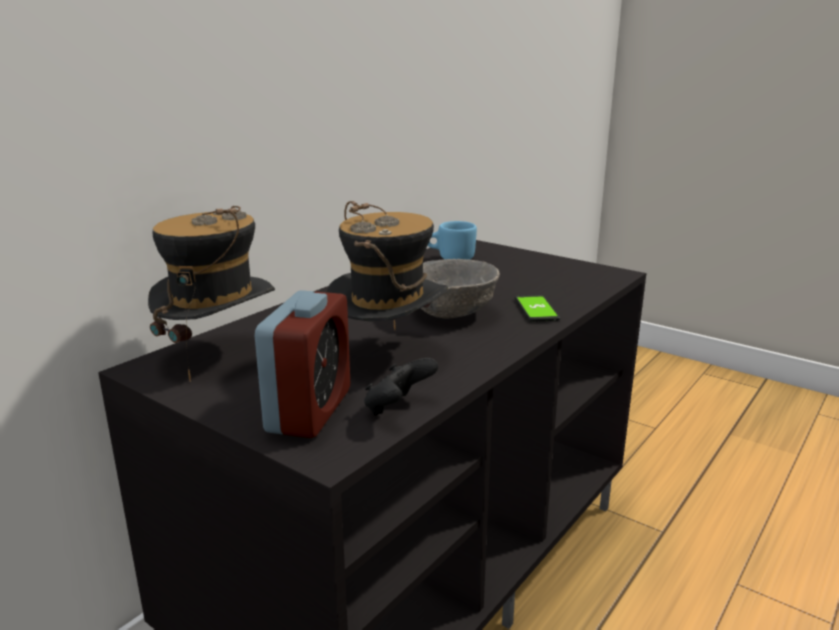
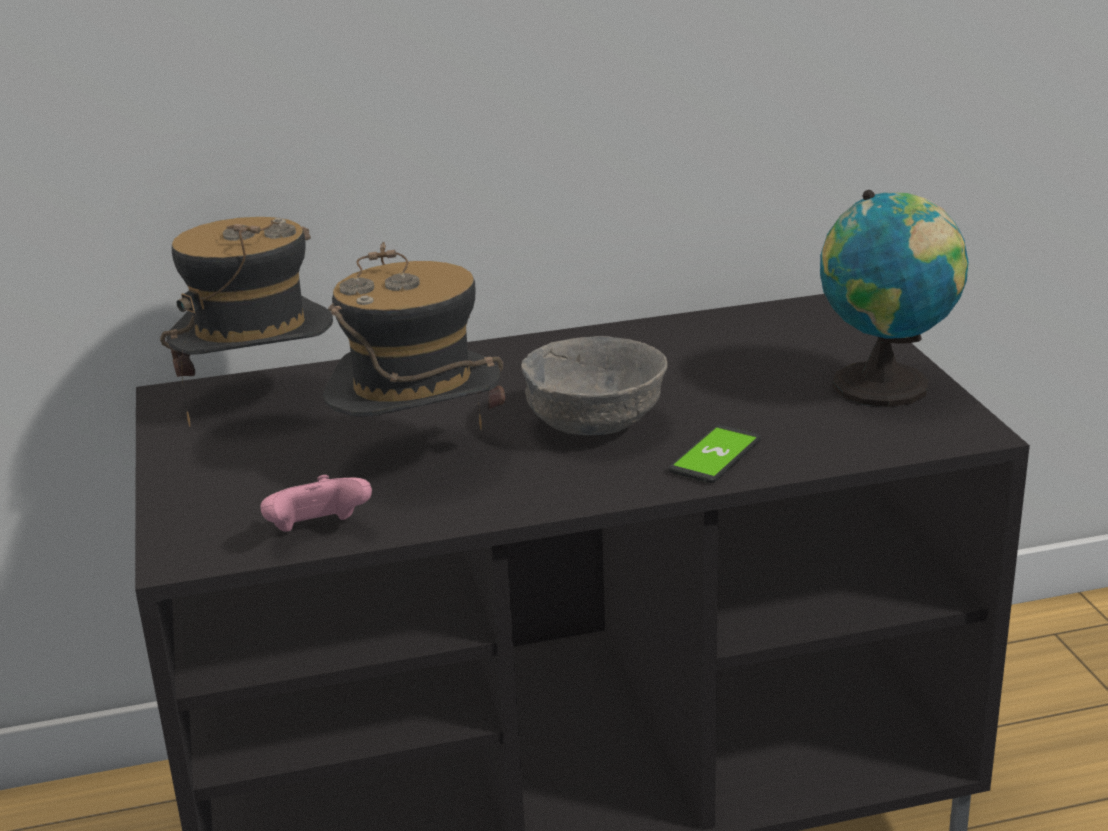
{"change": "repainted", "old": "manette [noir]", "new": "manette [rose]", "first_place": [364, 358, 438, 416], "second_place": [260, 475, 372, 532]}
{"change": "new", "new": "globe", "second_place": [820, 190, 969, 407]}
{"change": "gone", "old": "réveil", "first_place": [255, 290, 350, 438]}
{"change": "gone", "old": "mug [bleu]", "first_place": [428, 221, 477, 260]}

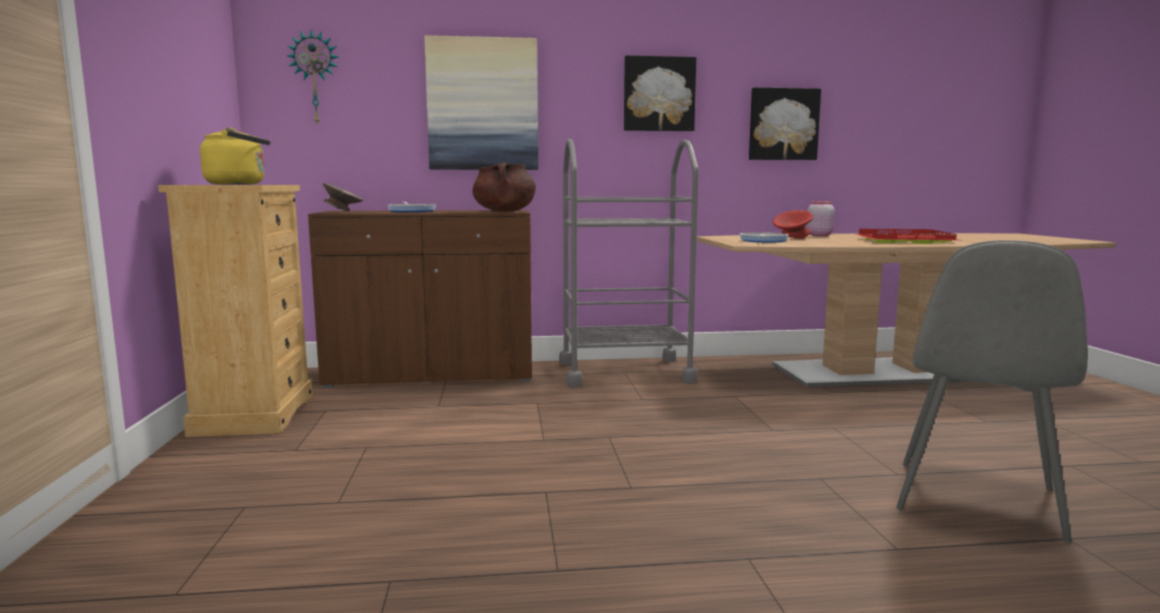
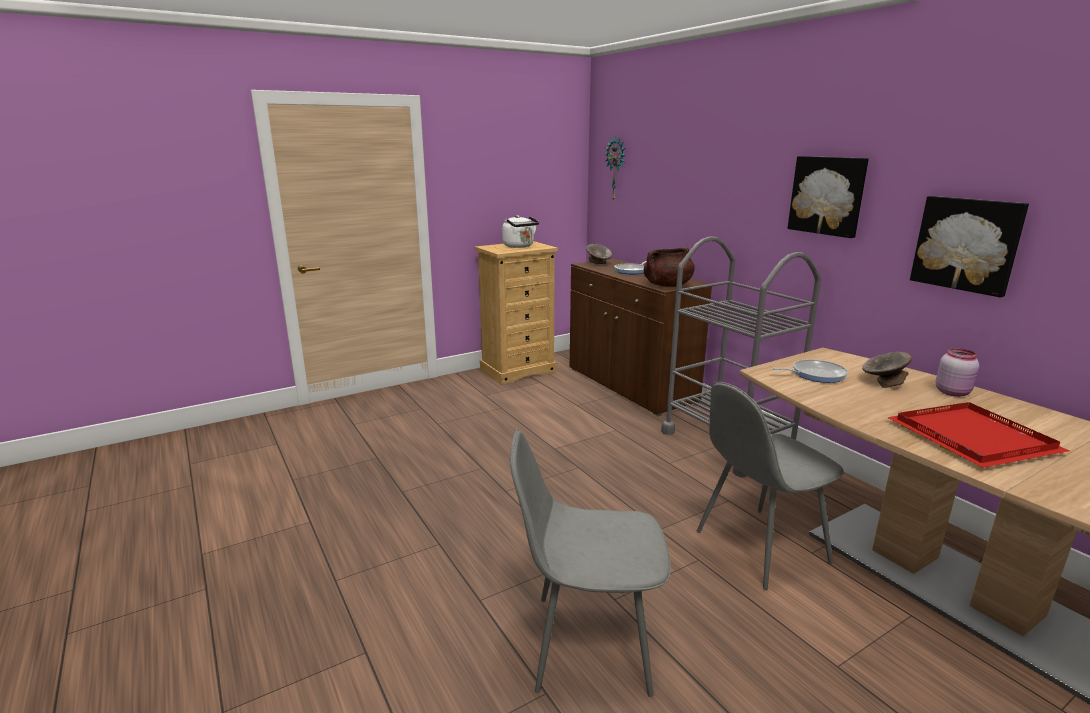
{"change": "repainted", "old": "bouilloire [jaune]", "new": "bouilloire [blanc]", "first_place": [200, 128, 270, 185], "second_place": [502, 215, 539, 248]}
{"change": "new", "new": "chaise [gris]", "second_place": [697, 382, 844, 590]}
{"change": "repainted", "old": "bol [rouge]", "new": "bol [gris]", "first_place": [773, 210, 813, 239], "second_place": [862, 352, 912, 388]}
{"change": "gone", "old": "tableau", "first_place": [424, 35, 538, 170]}

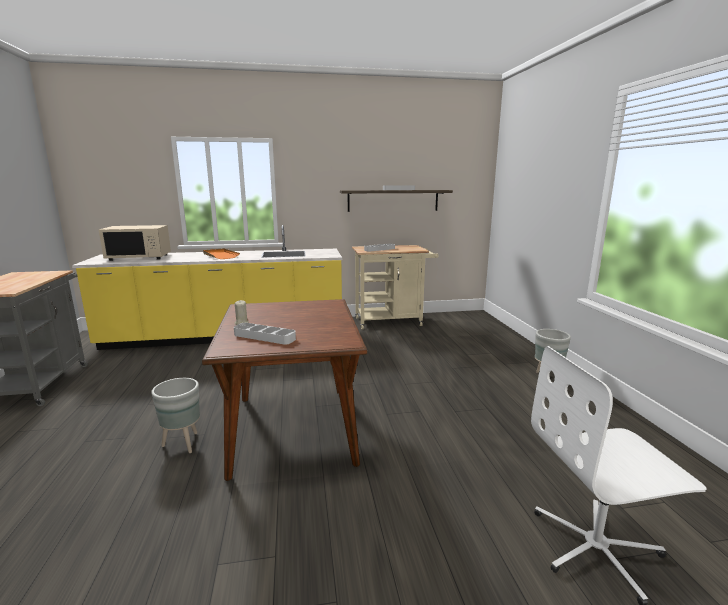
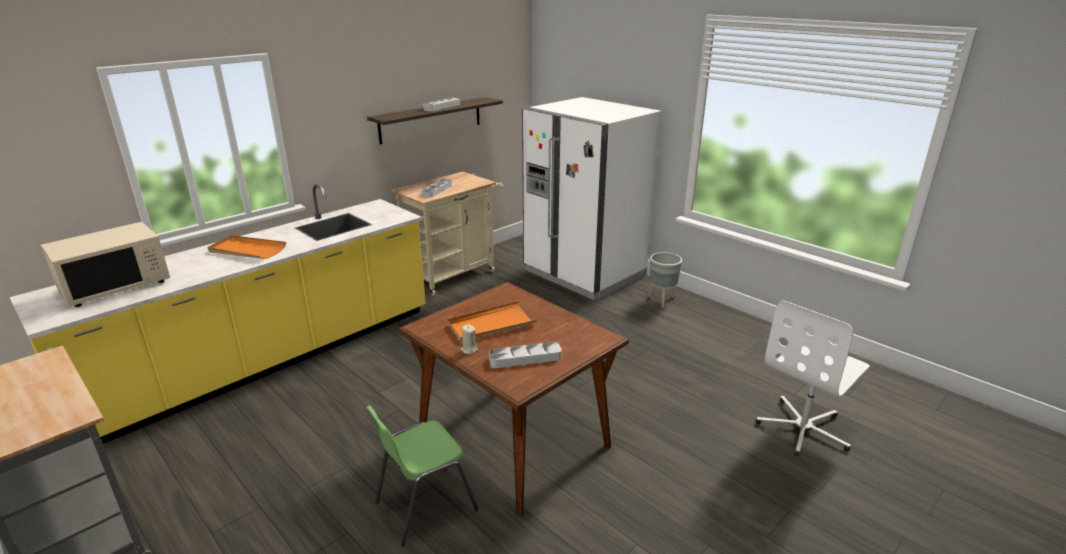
{"change": "swapped", "old": "cache-pot [gris]", "new": "chaise [vert]", "first_place": [151, 378, 200, 453], "second_place": [366, 405, 479, 547]}
{"change": "new", "new": "plateau [orange]", "second_place": [448, 301, 537, 343]}
{"change": "new", "new": "réfrigérateur [blanc]", "second_place": [522, 97, 661, 300]}

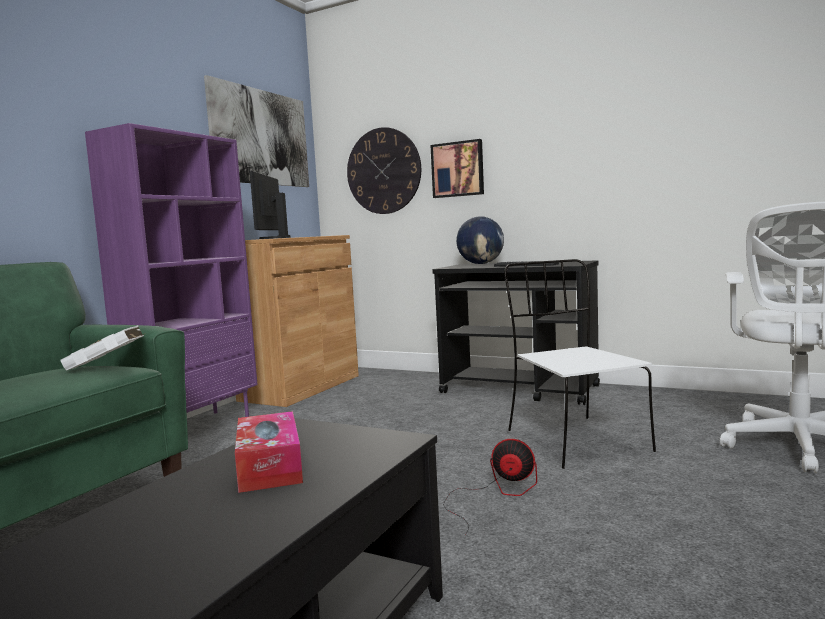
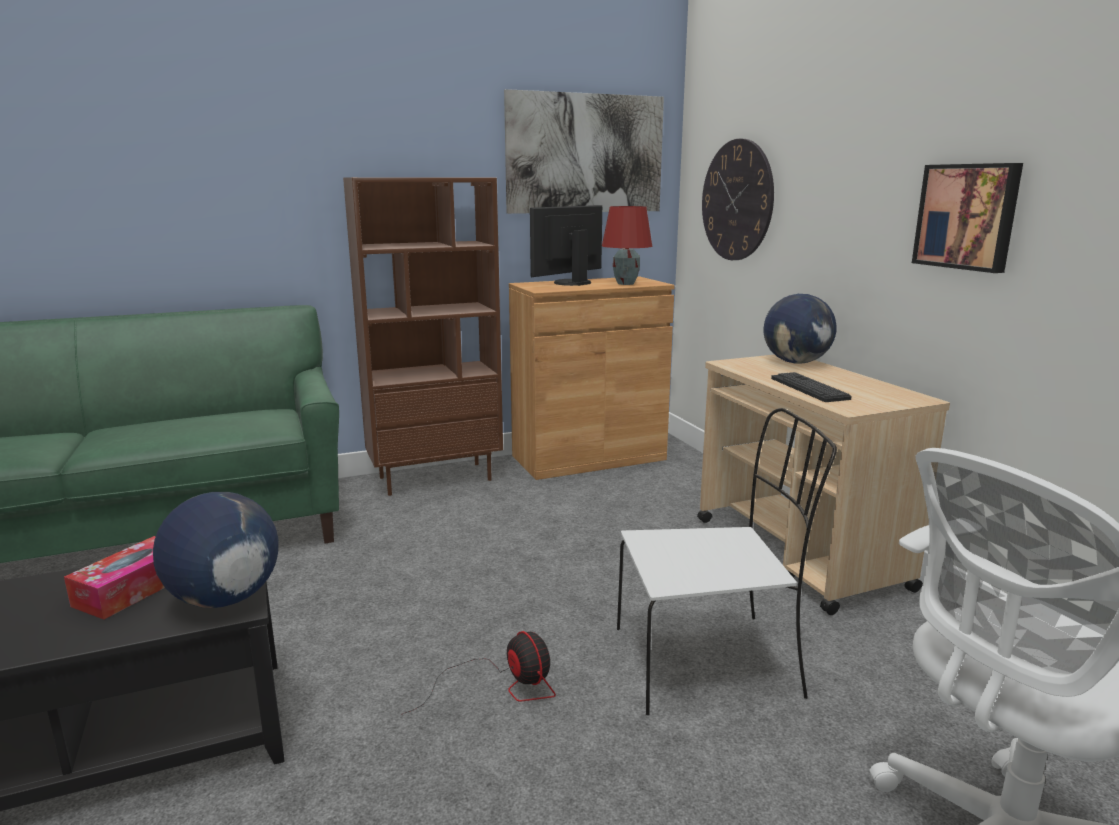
{"change": "new", "new": "globe", "second_place": [153, 492, 279, 608]}
{"change": "repainted", "old": "bibliothèque [violet]", "new": "bibliothèque [marron]", "first_place": [85, 123, 258, 417], "second_place": [343, 177, 503, 496]}
{"change": "new", "new": "lampe de table [rouge]", "second_place": [602, 206, 652, 285]}
{"change": "rotated", "old": "chaise [blanc]", "first_place": [504, 259, 656, 469], "second_place": [617, 408, 837, 715], "degrees": 60}
{"change": "repainted", "old": "chariot [noir]", "new": "chariot [beige]", "first_place": [432, 260, 600, 405], "second_place": [697, 354, 950, 615]}
{"change": "shifted", "old": "tableau", "first_place": [430, 139, 484, 198], "second_place": [912, 163, 1023, 273]}
{"change": "gone", "old": "livre [blanc]", "first_place": [60, 325, 144, 371]}

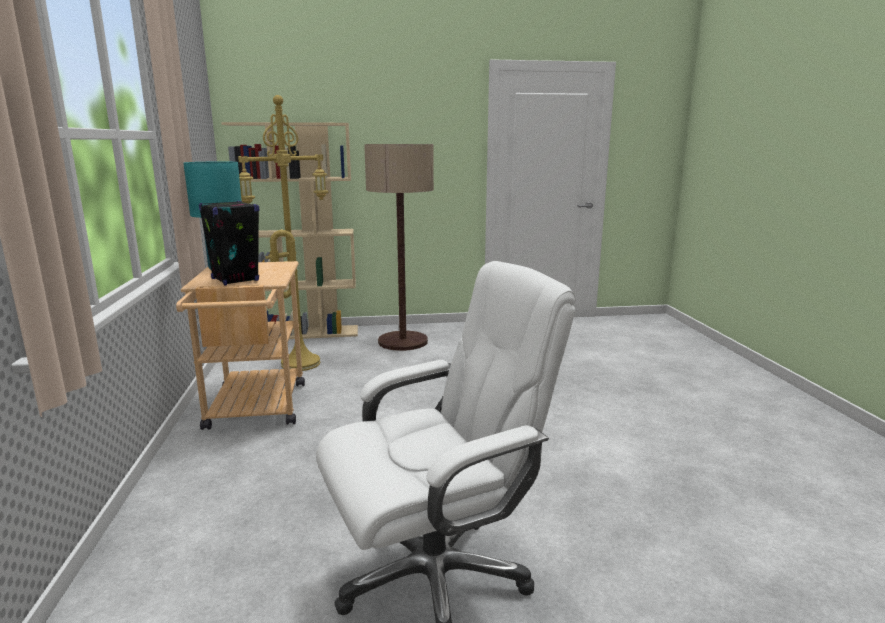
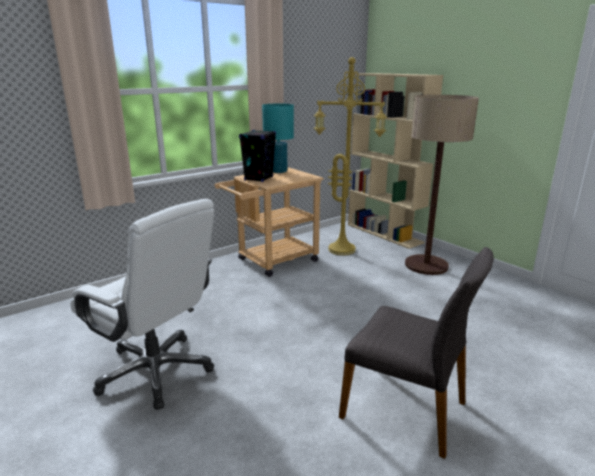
{"change": "new", "new": "chaise [gris]", "second_place": [339, 247, 494, 459]}

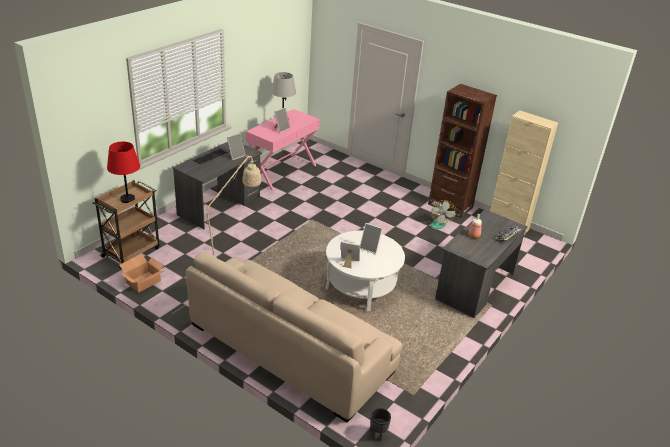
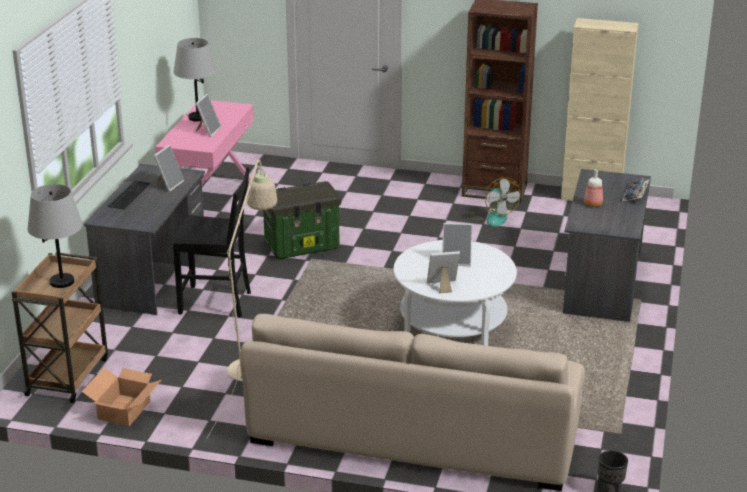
{"change": "repainted", "old": "lampe de table [rouge]", "new": "lampe de table [gris]", "first_place": [107, 142, 140, 203], "second_place": [27, 184, 83, 288]}
{"change": "new", "new": "chaise [noir]", "second_place": [173, 167, 251, 317]}
{"change": "new", "new": "boîte de rangement", "second_place": [263, 181, 341, 259]}

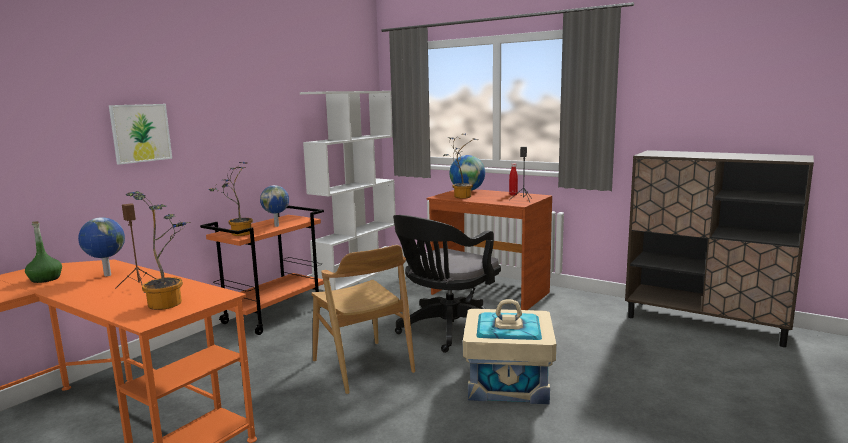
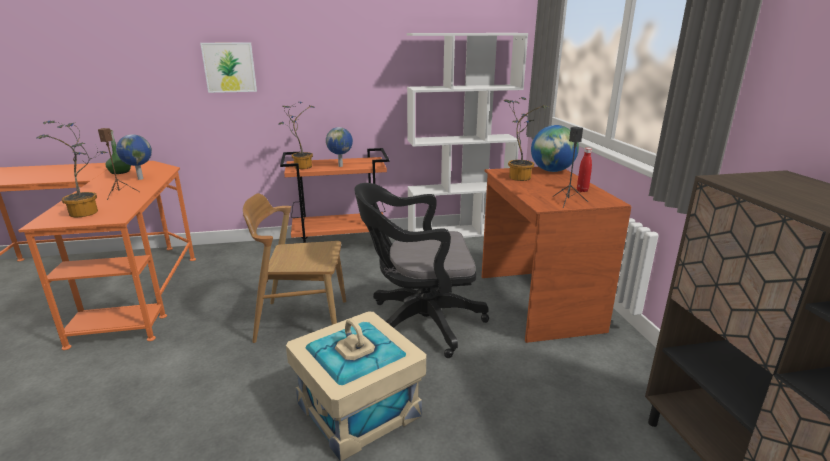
{"change": "rotated", "old": "chaise [marron]", "first_place": [312, 245, 415, 394], "second_place": [243, 193, 346, 343], "degrees": 75}

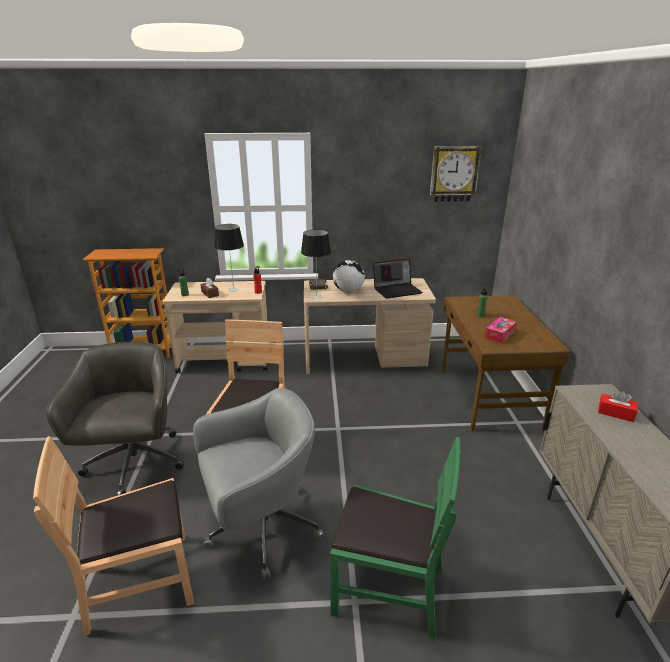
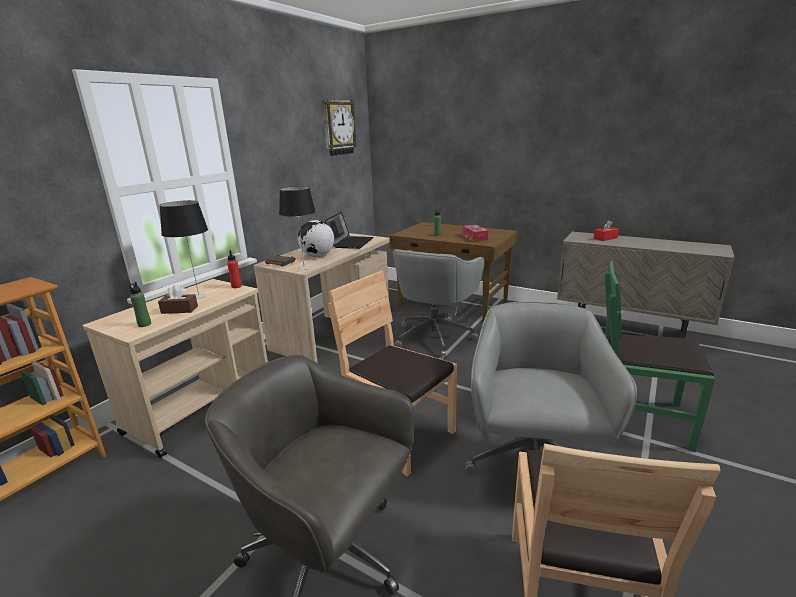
{"change": "new", "new": "chaise de bureau [gris]", "second_place": [392, 249, 485, 358]}
{"change": "rotated", "old": "chaise [vert]", "first_place": [330, 437, 461, 639], "second_place": [605, 261, 715, 452], "degrees": -120}

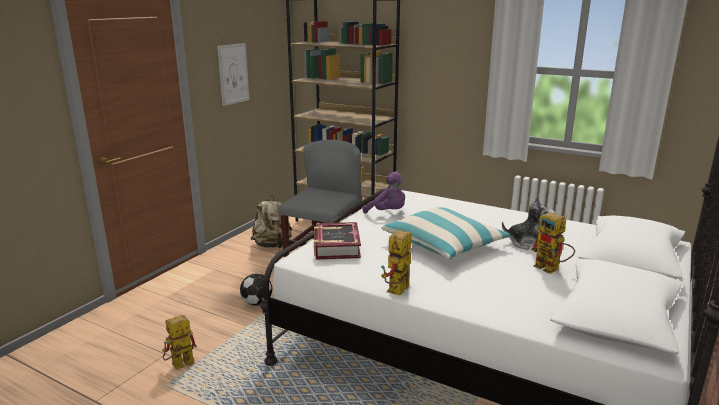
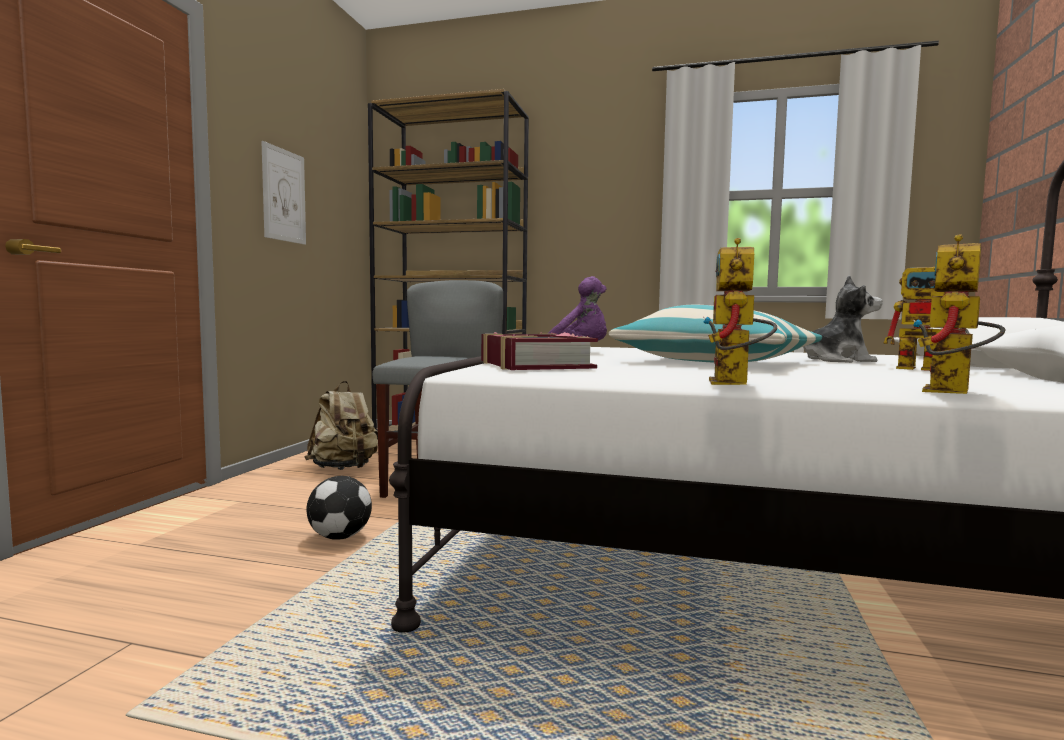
{"change": "shifted", "old": "robot jouet", "first_place": [162, 315, 197, 369], "second_place": [913, 234, 1005, 394]}

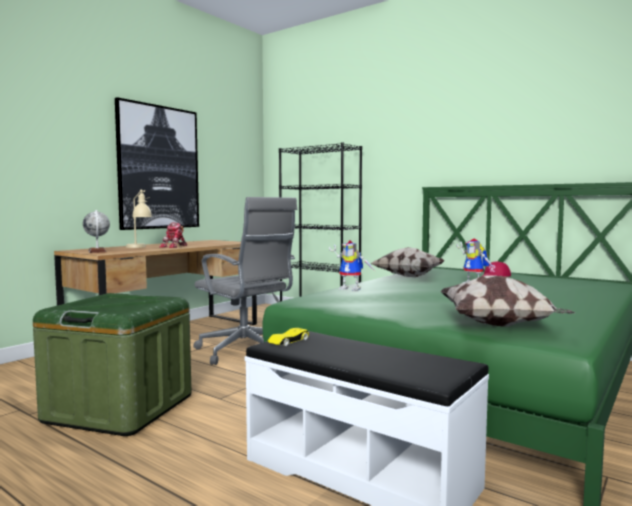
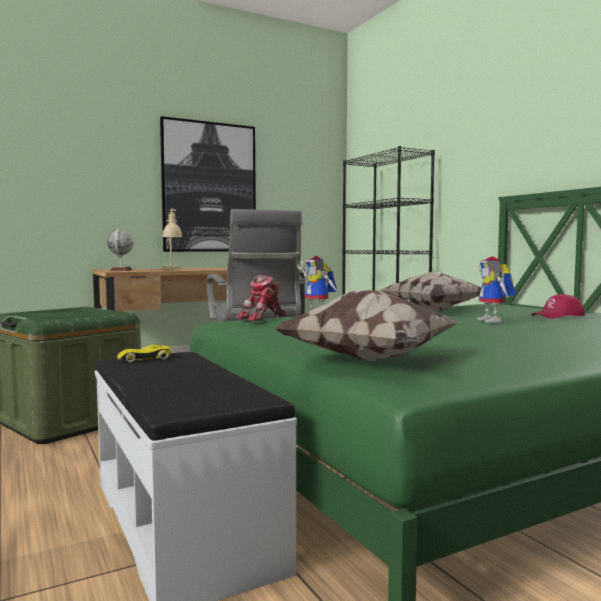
{"change": "shifted", "old": "robot jouet", "first_place": [160, 222, 187, 248], "second_place": [236, 275, 286, 321]}

